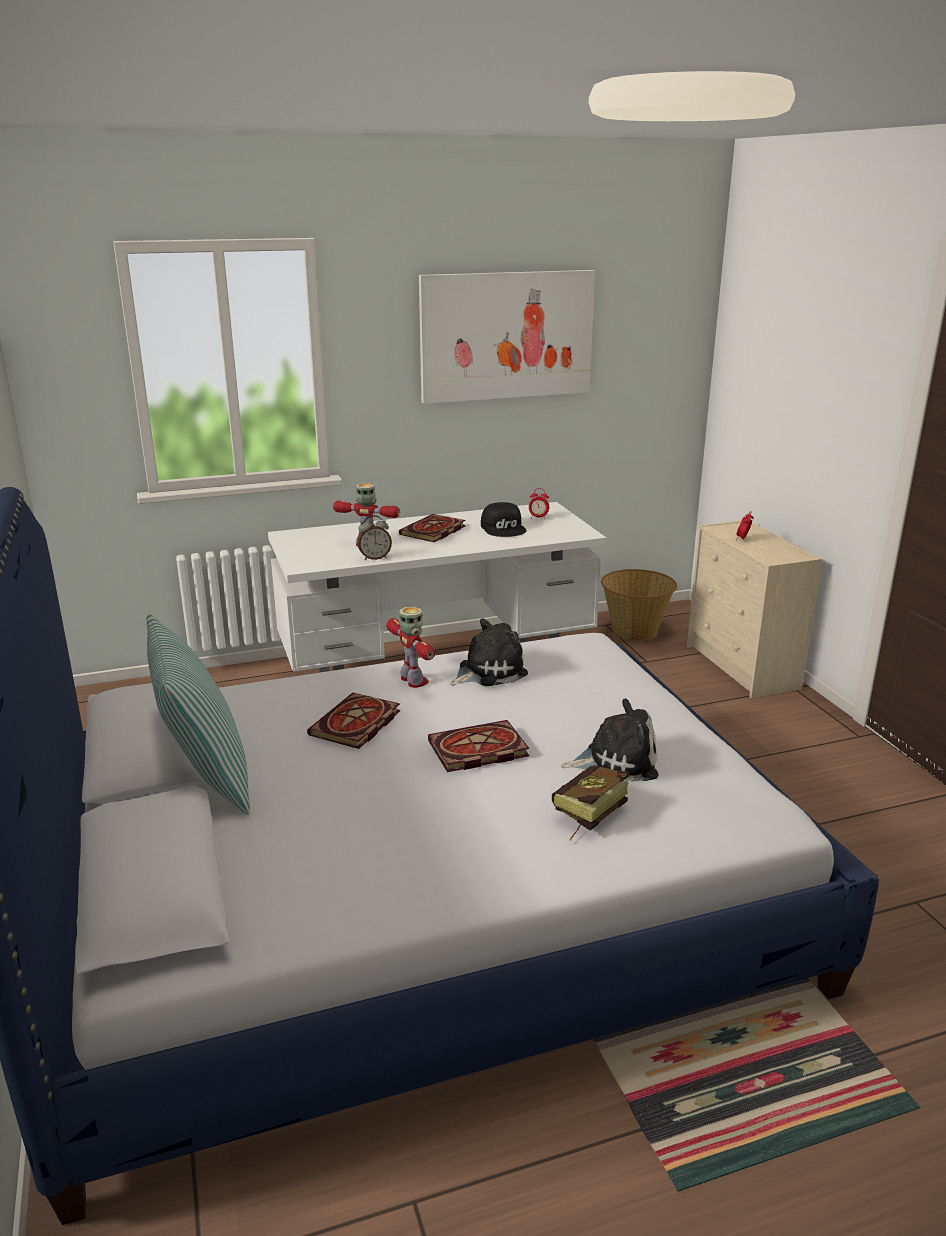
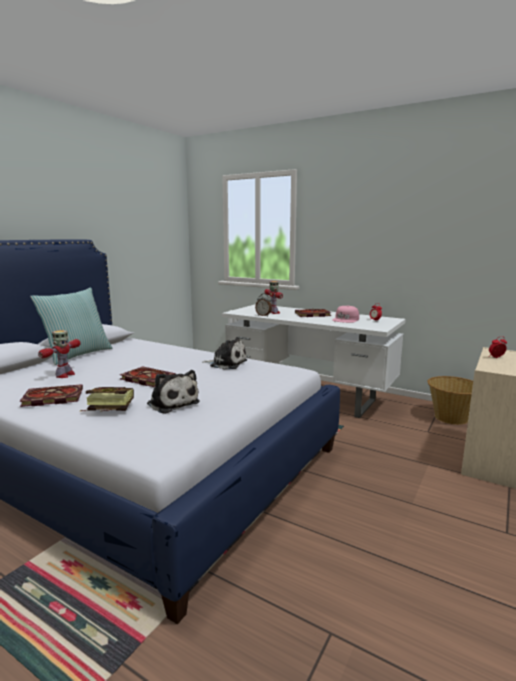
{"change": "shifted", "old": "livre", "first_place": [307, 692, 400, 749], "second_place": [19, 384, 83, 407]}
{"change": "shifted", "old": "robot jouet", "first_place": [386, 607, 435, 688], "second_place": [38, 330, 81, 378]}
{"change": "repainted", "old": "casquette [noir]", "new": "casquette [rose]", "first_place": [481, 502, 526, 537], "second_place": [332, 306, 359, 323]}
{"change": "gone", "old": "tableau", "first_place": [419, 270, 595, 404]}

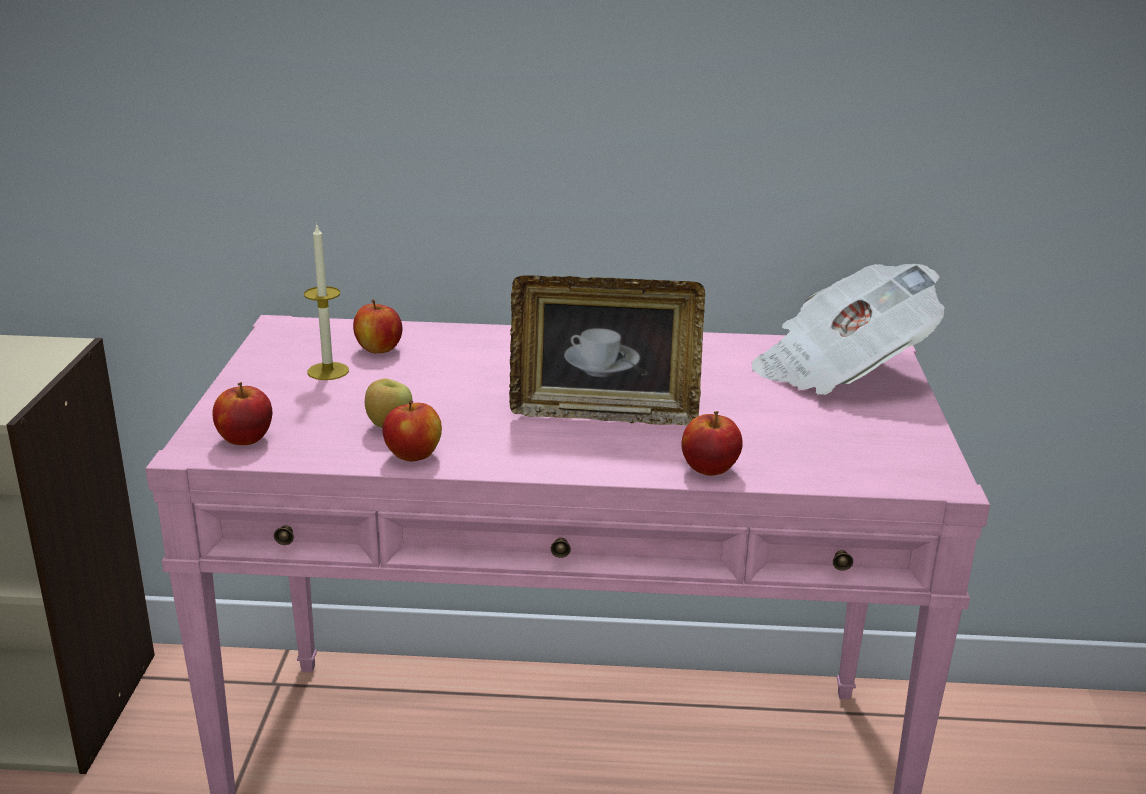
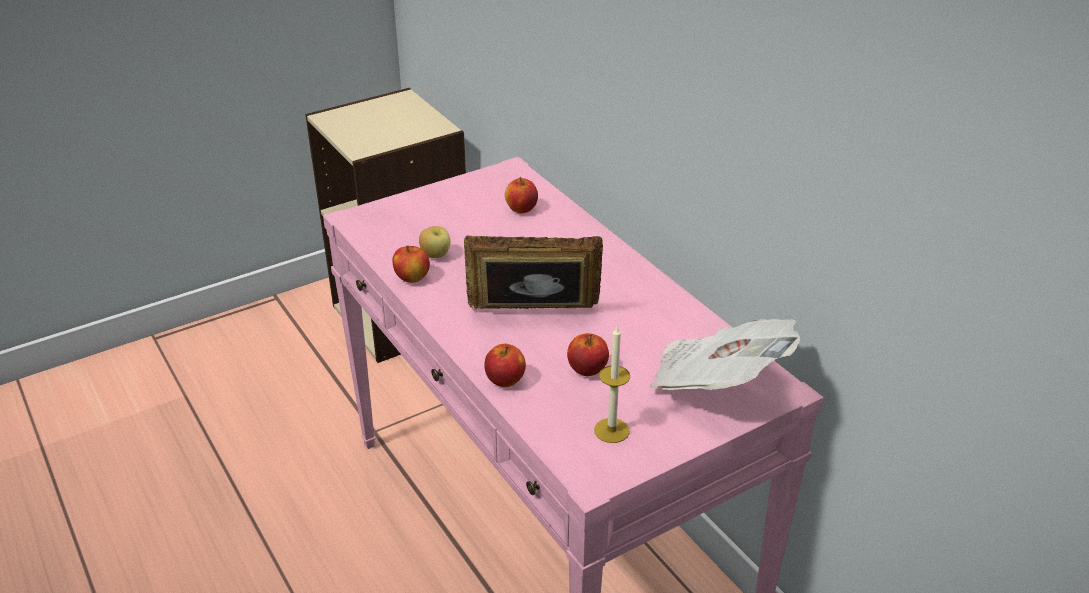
{"change": "rotated", "old": "cadre photo", "first_place": [509, 275, 705, 426], "second_place": [464, 235, 603, 309], "degrees": 120}
{"change": "shifted", "old": "pomme", "first_place": [212, 382, 272, 445], "second_place": [567, 333, 609, 376]}
{"change": "shifted", "old": "bougie", "first_place": [304, 225, 349, 380], "second_place": [594, 326, 630, 443]}

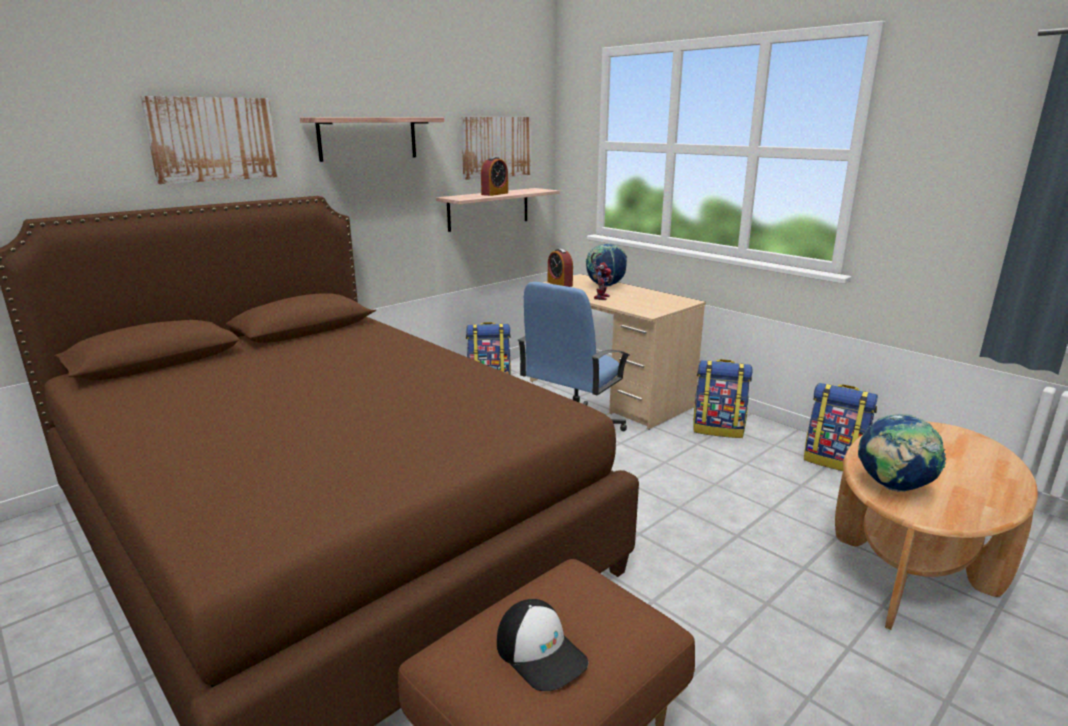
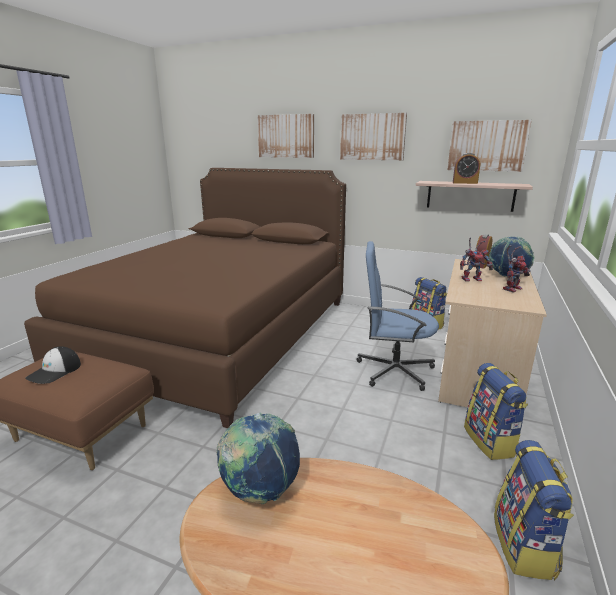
{"change": "swapped", "old": "étagère", "new": "tableau", "first_place": [300, 118, 444, 162], "second_place": [340, 113, 407, 160]}
{"change": "new", "new": "robot jouet", "second_place": [503, 245, 531, 293]}

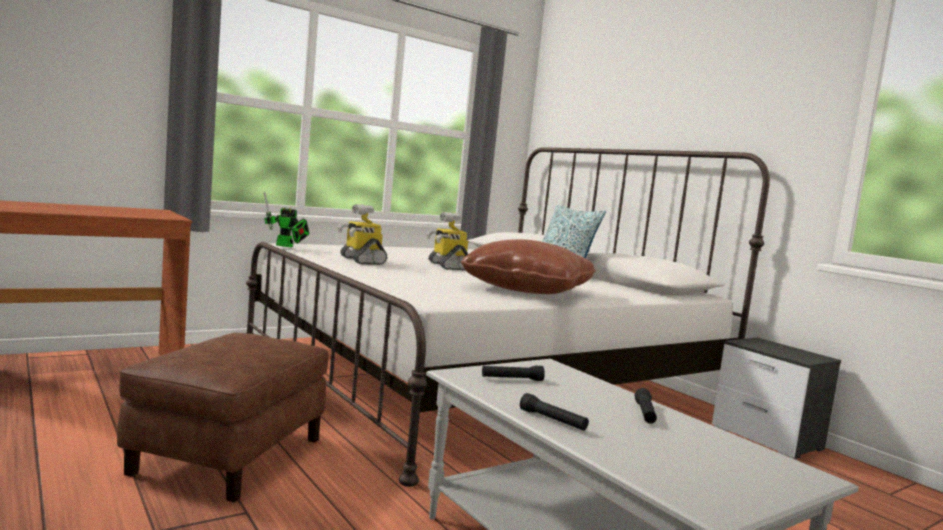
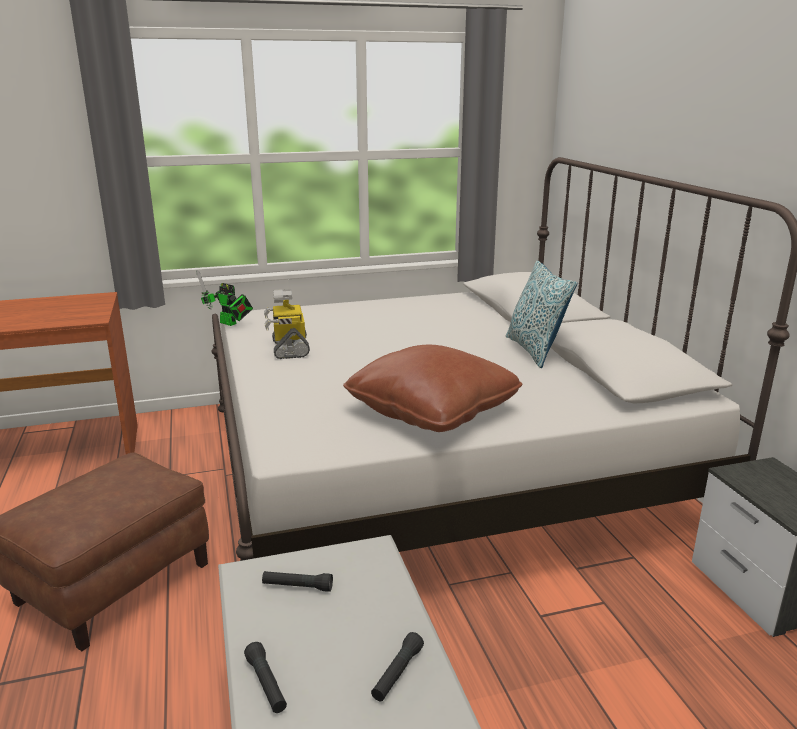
{"change": "gone", "old": "robot jouet", "first_place": [426, 212, 468, 270]}

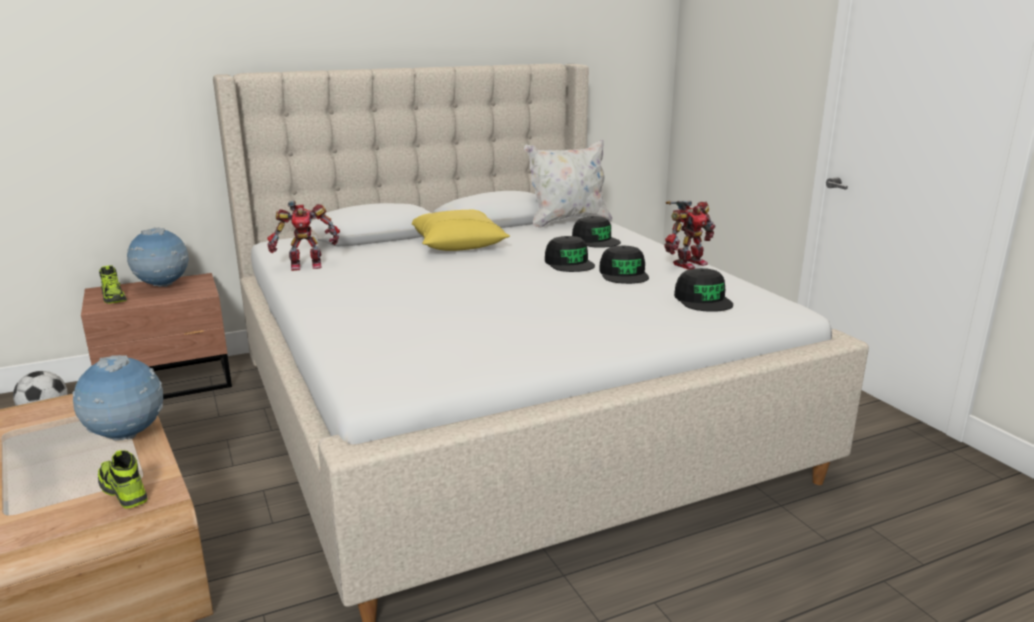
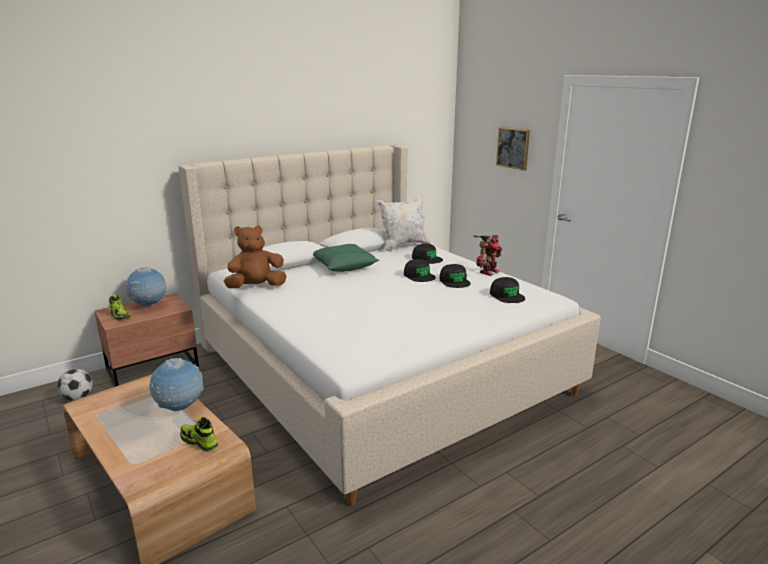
{"change": "swapped", "old": "robot jouet", "new": "peluche [marron]", "first_place": [267, 201, 340, 271], "second_place": [224, 225, 287, 288]}
{"change": "repainted", "old": "coussin [jaune]", "new": "coussin [vert]", "first_place": [412, 210, 510, 251], "second_place": [313, 244, 379, 272]}
{"change": "new", "new": "tableau", "second_place": [496, 127, 530, 171]}

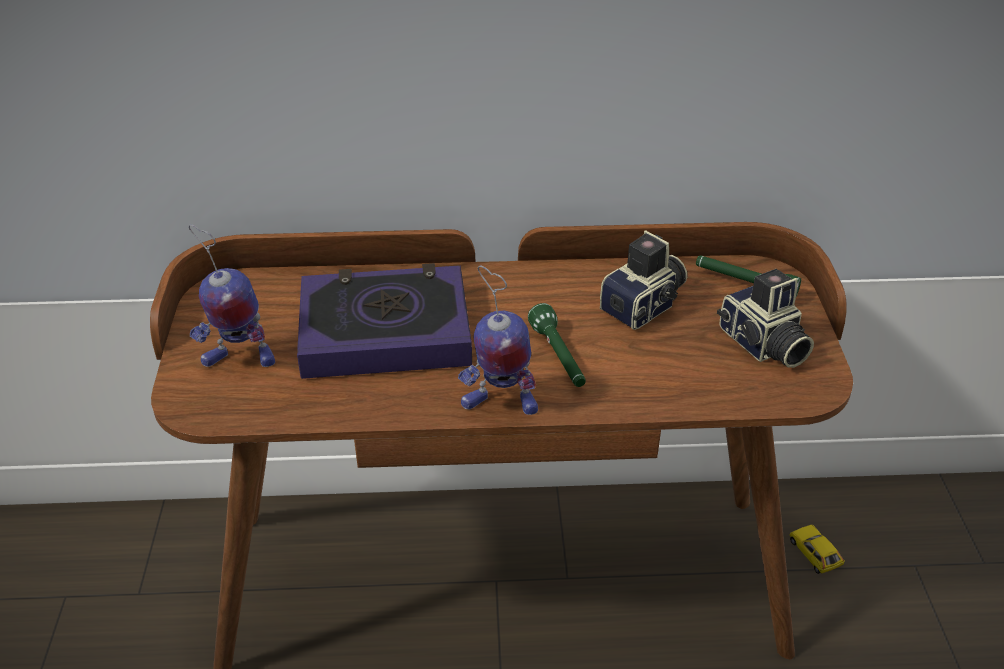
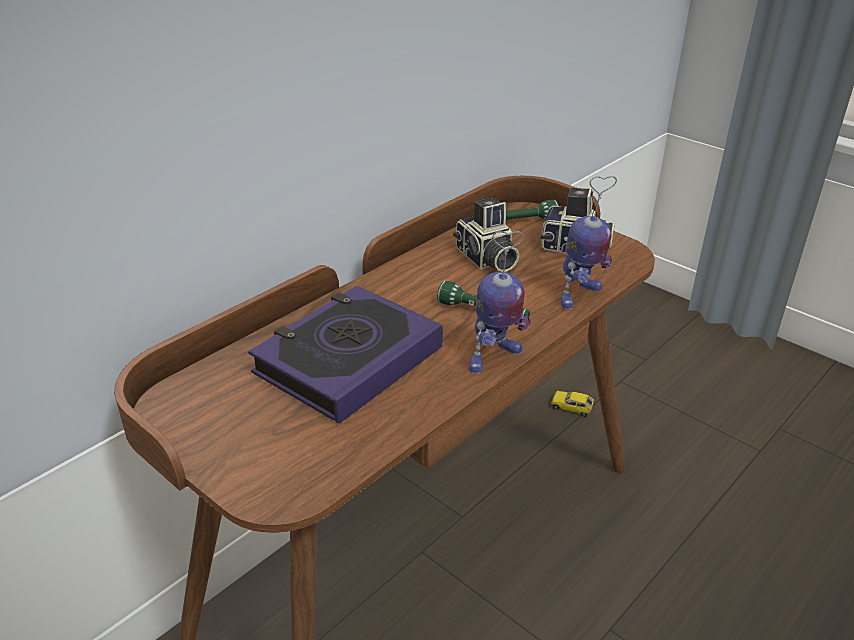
{"change": "rotated", "old": "appareil photo", "first_place": [600, 230, 687, 330], "second_place": [453, 198, 519, 272], "degrees": 150}
{"change": "shifted", "old": "robot jouet", "first_place": [188, 224, 275, 367], "second_place": [561, 176, 617, 309]}

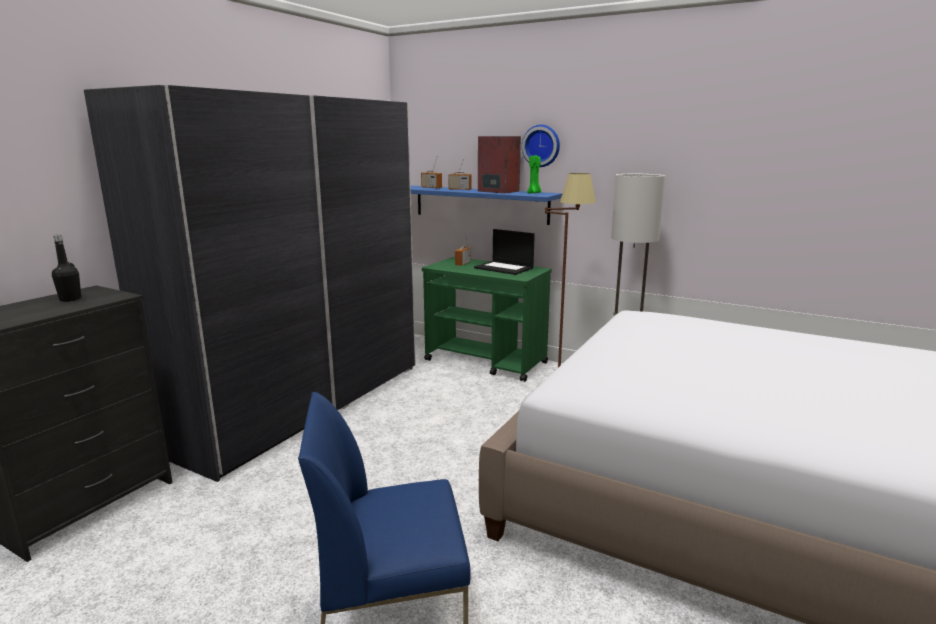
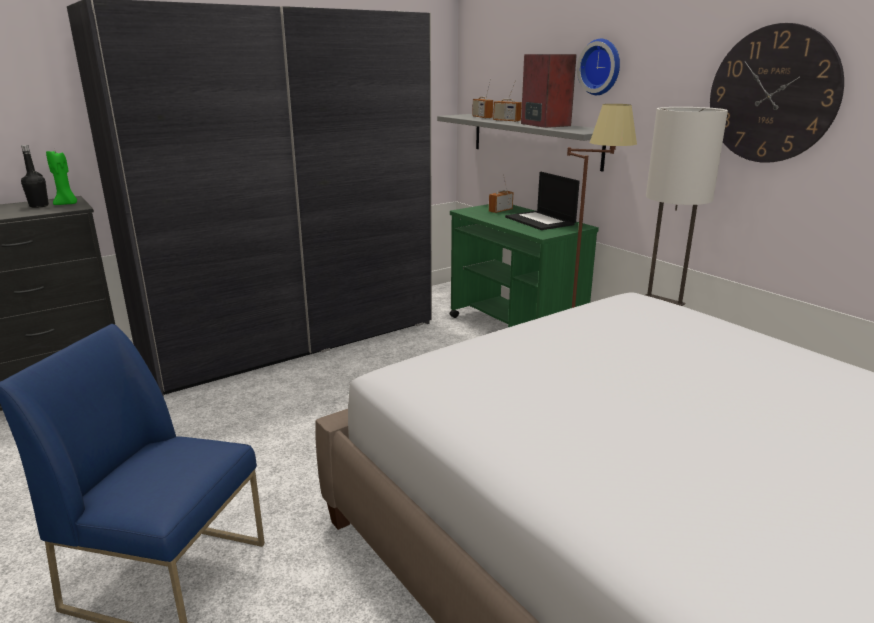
{"change": "shifted", "old": "bougie [vert]", "first_place": [527, 155, 541, 193], "second_place": [46, 151, 77, 205]}
{"change": "repainted", "old": "étagère [bleu]", "new": "étagère [gris]", "first_place": [410, 185, 562, 225], "second_place": [437, 114, 606, 172]}
{"change": "new", "new": "horloge murale", "second_place": [710, 23, 844, 163]}

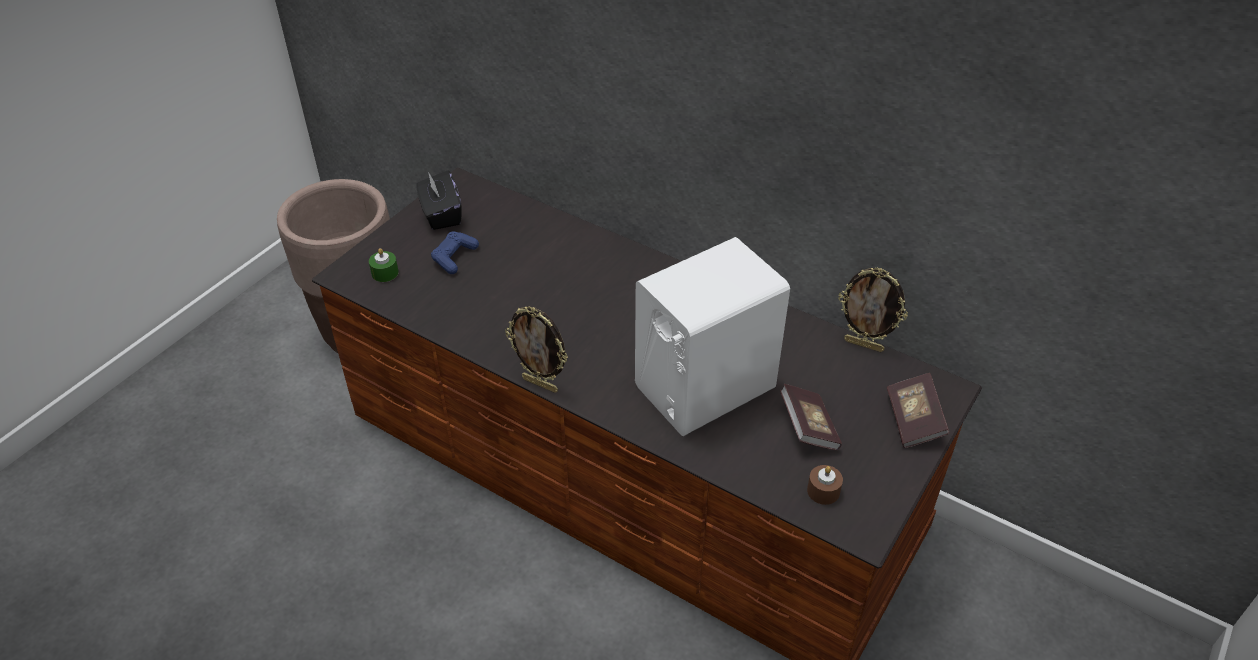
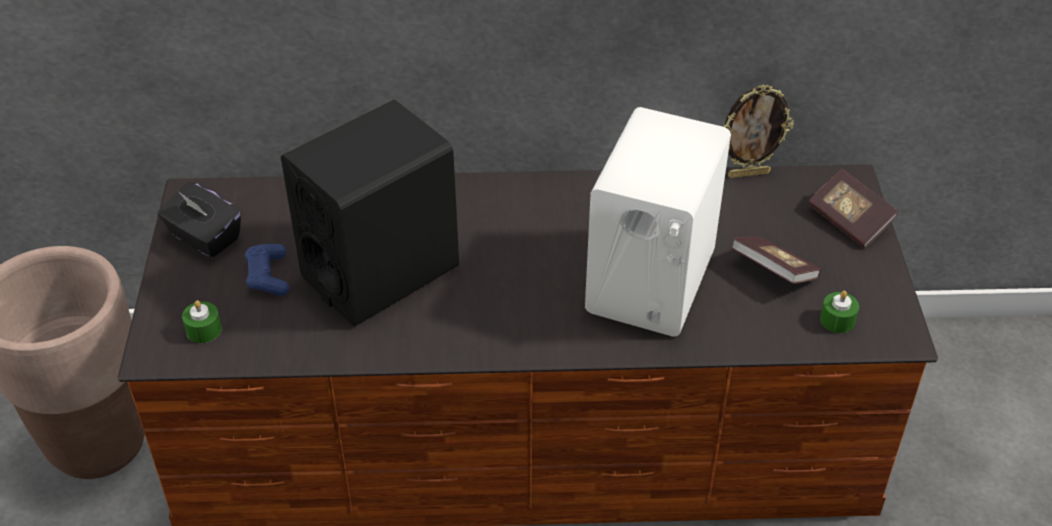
{"change": "new", "new": "enceinte [noir]", "second_place": [281, 100, 459, 326]}
{"change": "repainted", "old": "bougie [marron]", "new": "bougie [vert]", "first_place": [807, 465, 843, 505], "second_place": [820, 291, 859, 333]}
{"change": "gone", "old": "cadre photo", "first_place": [505, 306, 568, 393]}

